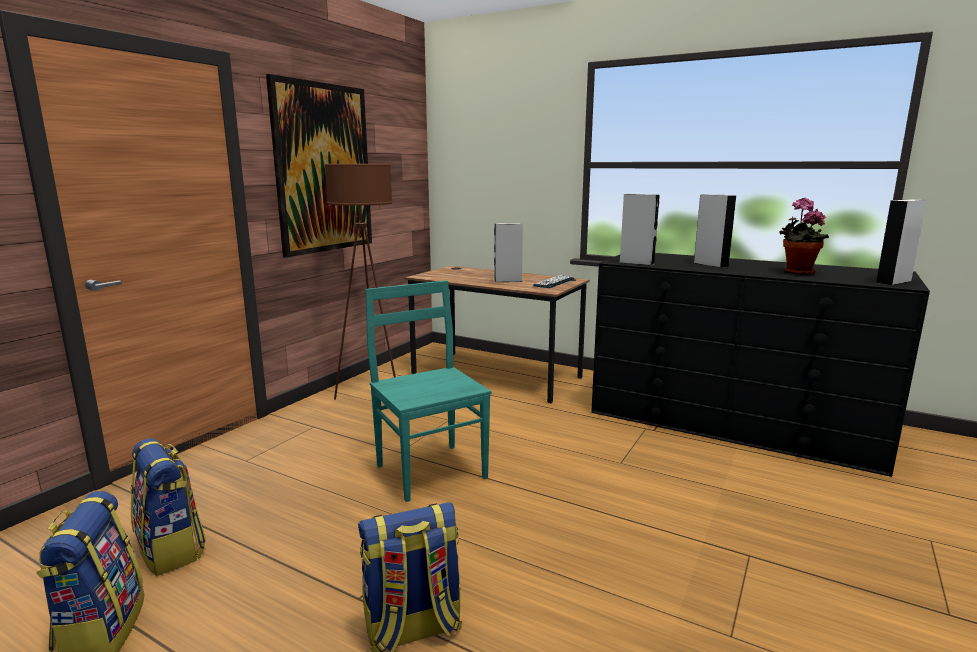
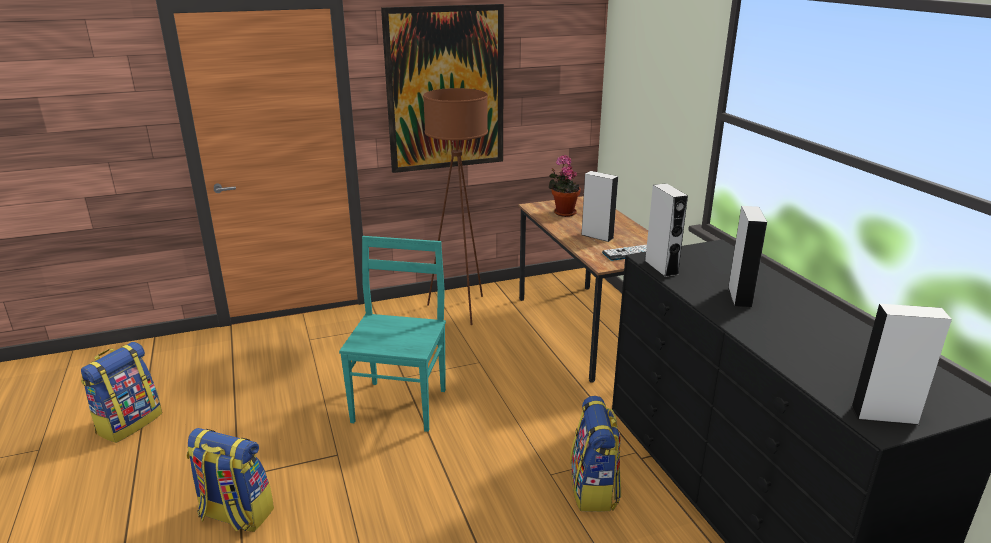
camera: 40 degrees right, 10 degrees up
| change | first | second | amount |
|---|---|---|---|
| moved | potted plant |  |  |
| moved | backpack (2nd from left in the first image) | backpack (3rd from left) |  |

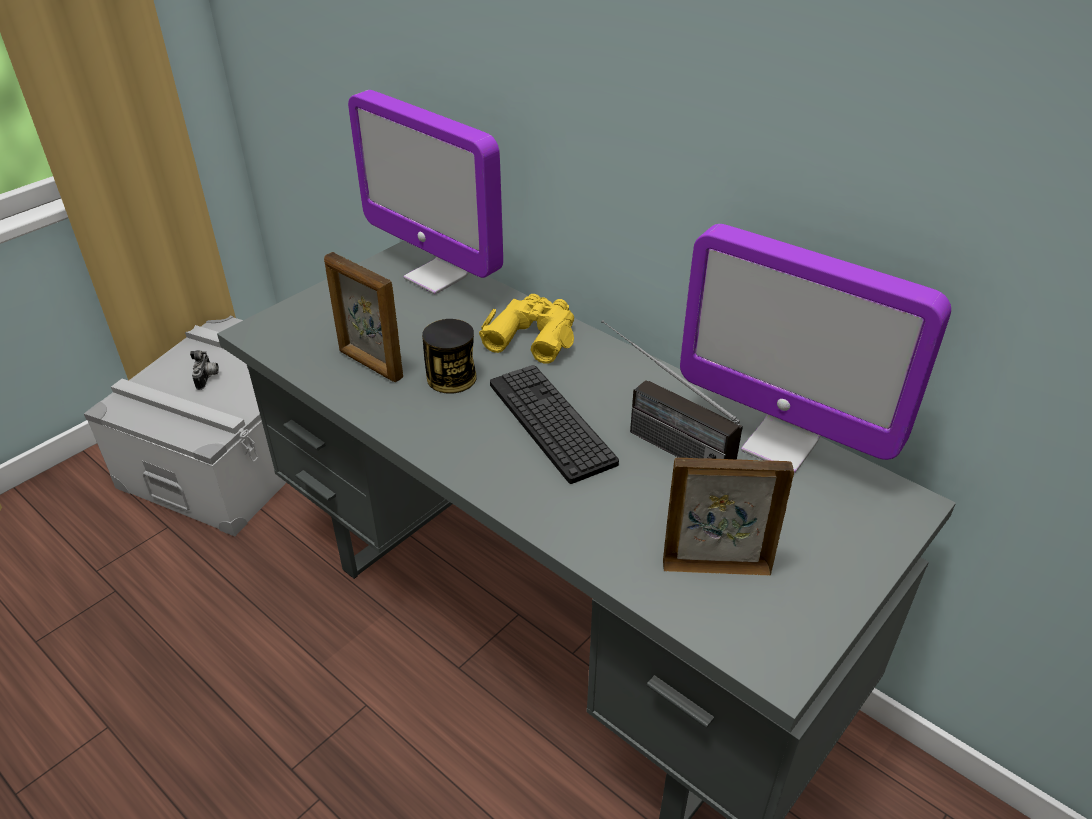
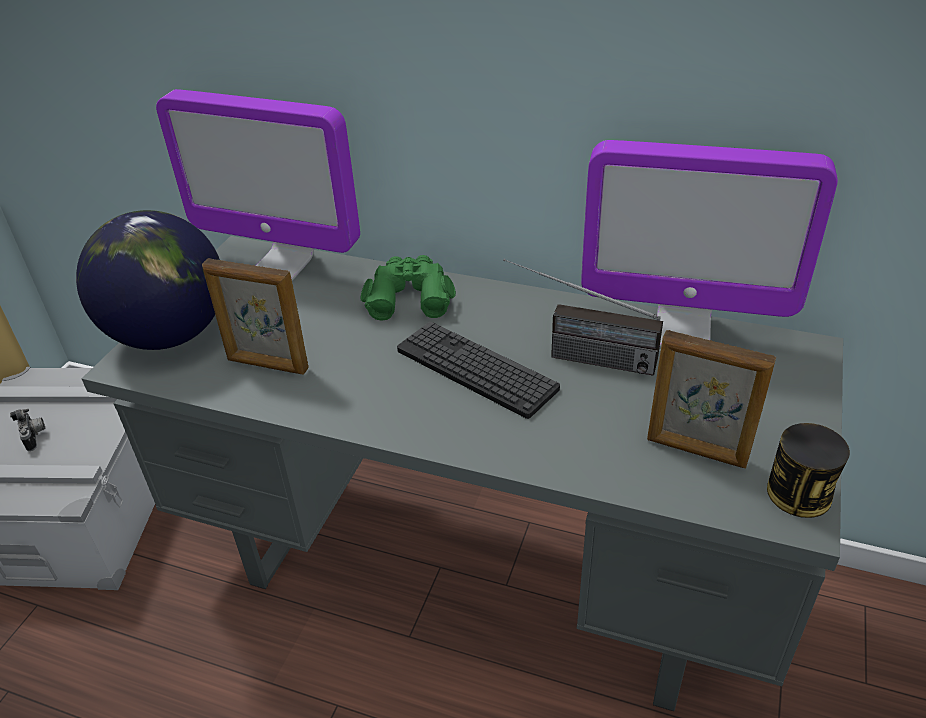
camera: 20 degrees left, 0 degrees up
| change | first | second | amount |
|---|---|---|---|
| added |  | globe |  |
| recoloured | binoculars (yellow) | binoculars (green) |  |
| turned | picture frame (2nd from left) |  | 135 degrees counterclockwise |
| moved | can |  |  |

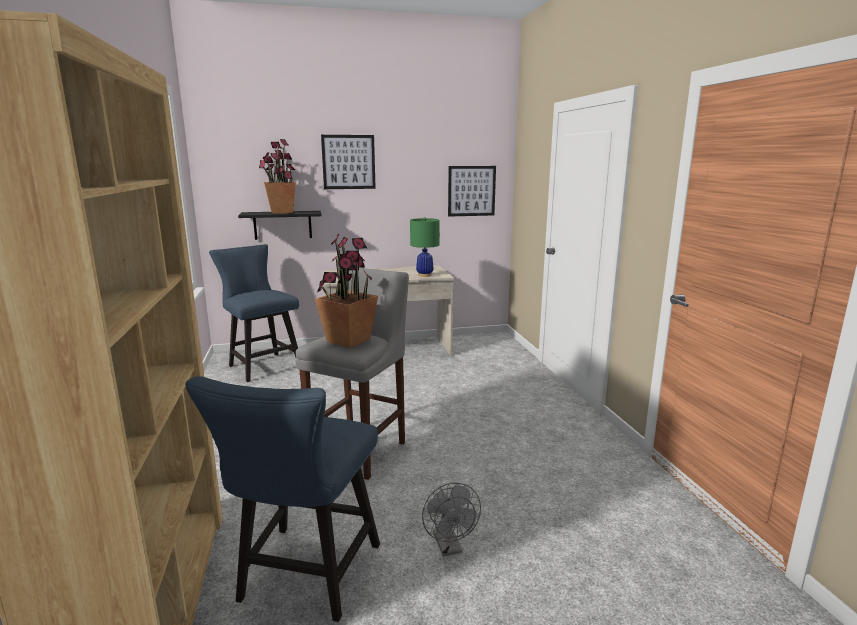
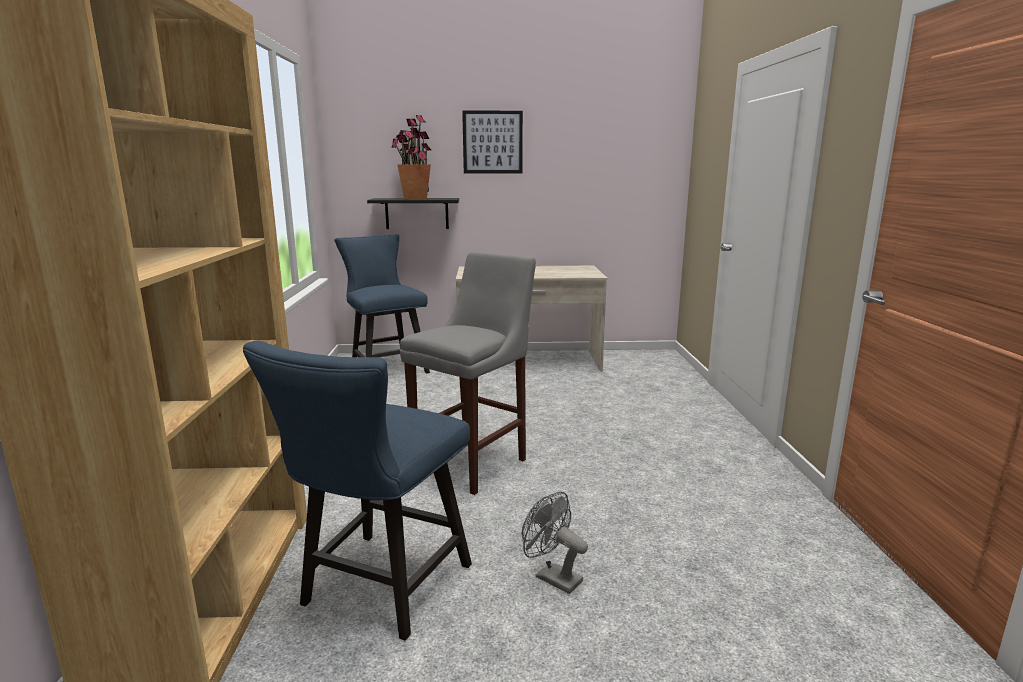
camera: 10 degrees right, 0 degrees up
| change | first | second | amount |
|---|---|---|---|
| turned | fan (grey) |  | 135 degrees clockwise |
| removed | potted plant (2nd from left) |  |  |
| removed | table lamp (green) |  |  |
| removed | picture (2nd from left) |  |  |

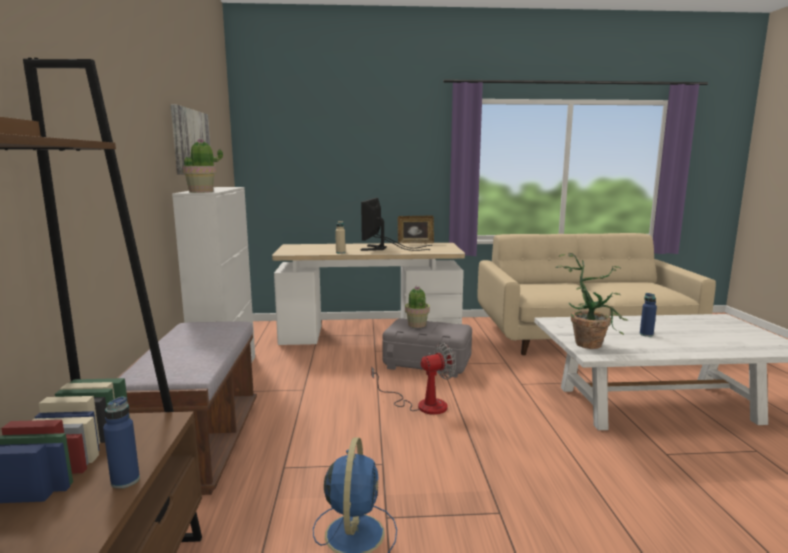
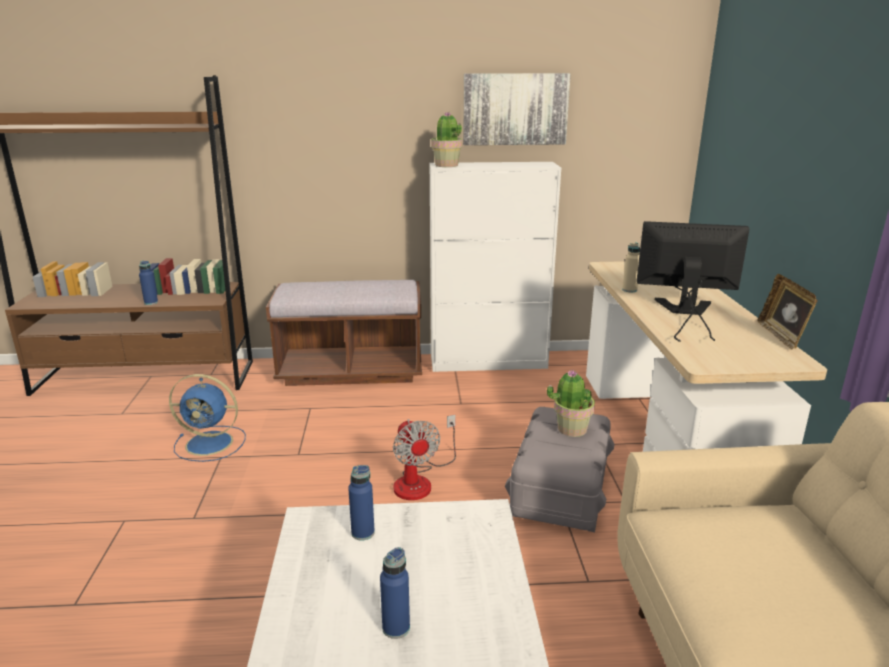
camera: 90 degrees right, 10 degrees up
| change | first | second | amount |
|---|---|---|---|
| replaced | potted plant (3rd from left) | bottle (blue) (2nd from left) |  |

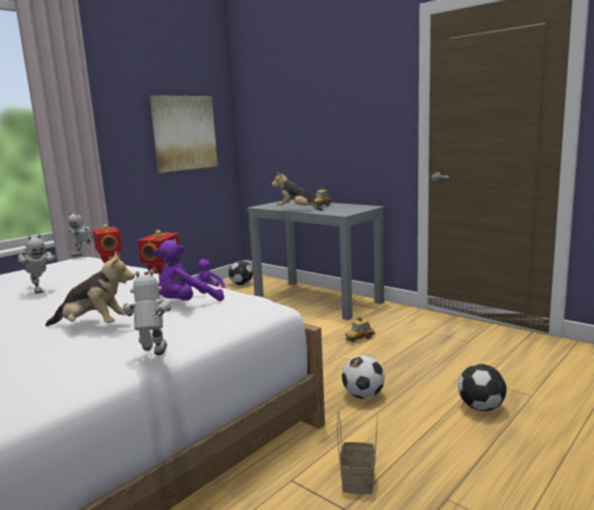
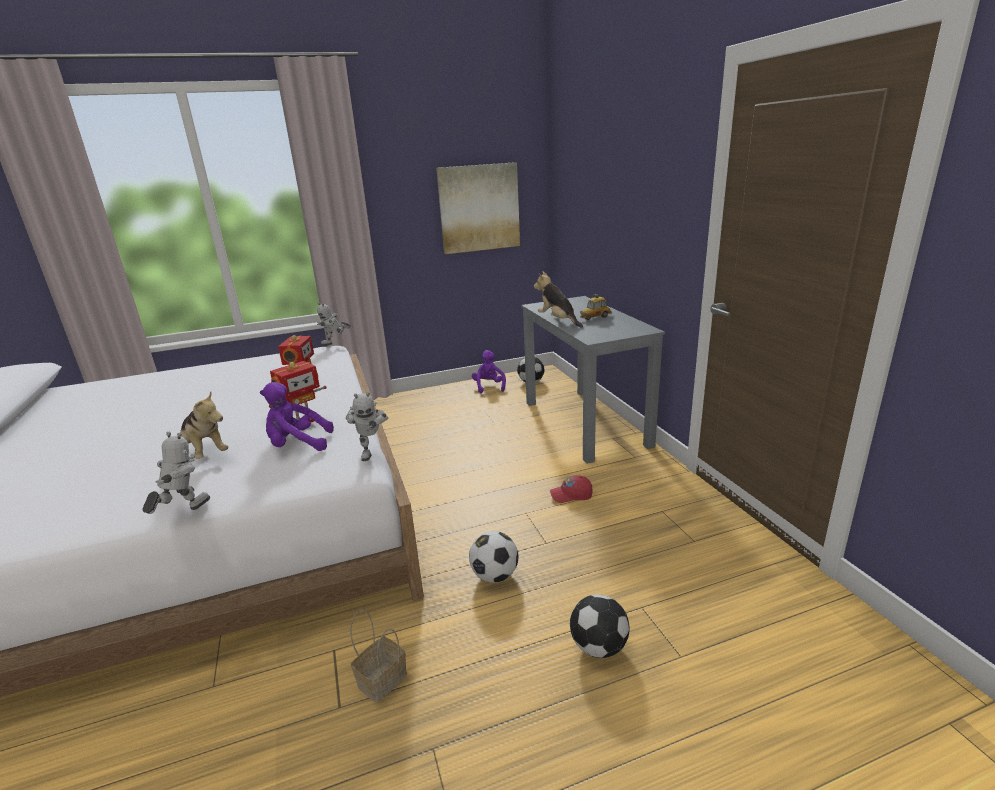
camera: 30 degrees right, 10 degrees up
| change | first | second | amount |
|---|---|---|---|
| moved | toy robot (1st from left in the first image) | toy robot (5th from left) |  |
| replaced | toy car (2nd from left) | cap (red) |  |

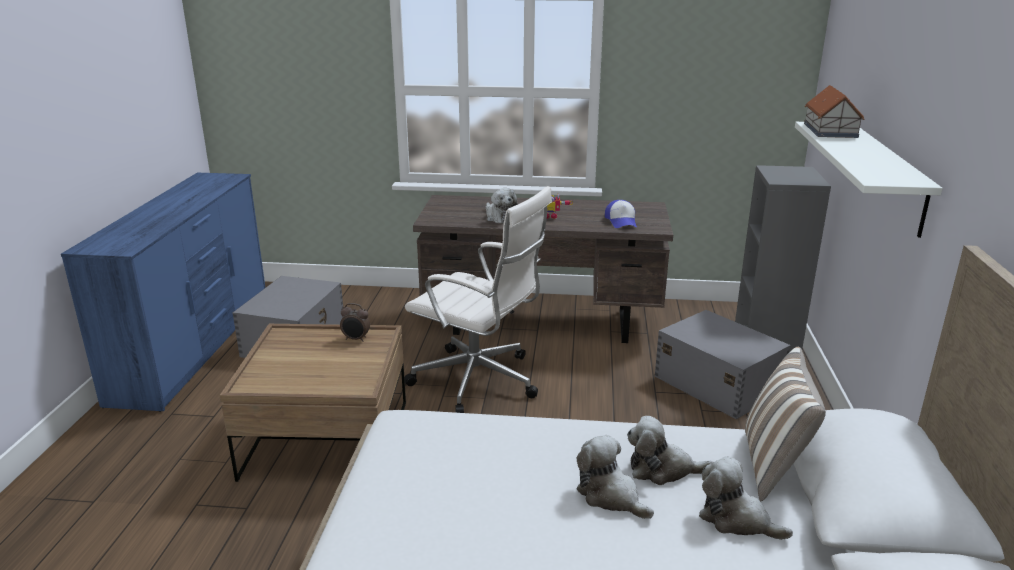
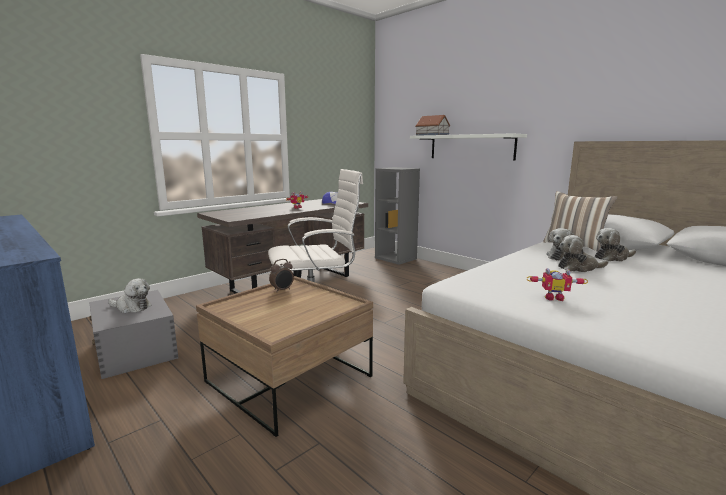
camera: 50 degrees left, 10 degrees down
| change | first | second | amount |
|---|---|---|---|
| moved | plush toy (1st from left) |  |  |
| added |  | toy robot (2nd from left) |  |
| removed | storage box (grey) (2nd from left) |  |  |

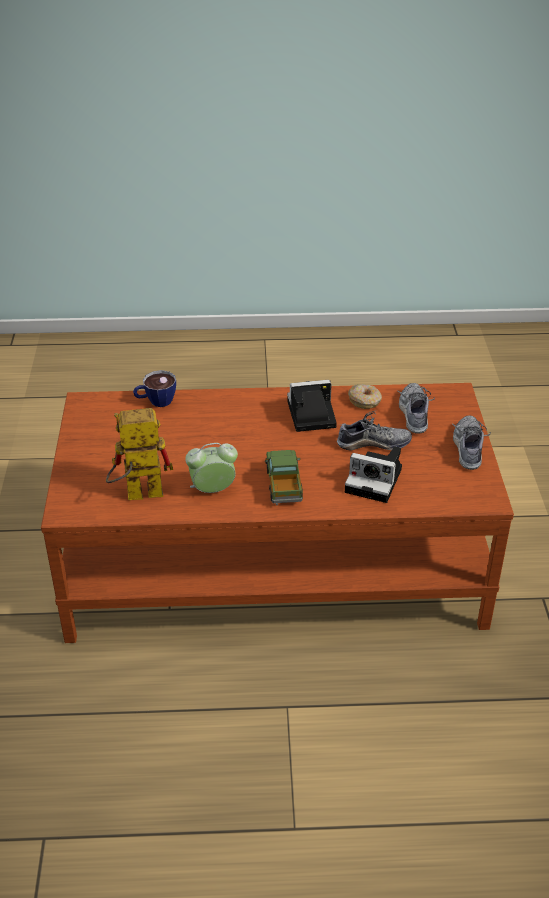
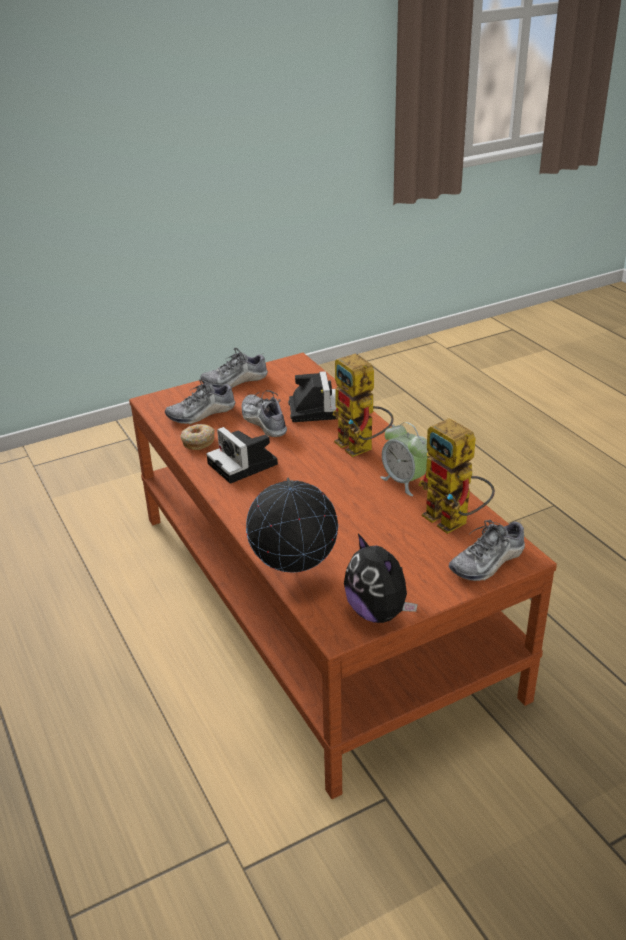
camera: 115 degrees left, 5 degrees down
| change | first | second | amount |
|---|---|---|---|
| replaced | cup | globe |  |
| replaced | toy truck | toy robot (1st from left) |  |
| added |  | plush toy |  |
| added |  | shoe (4th from left) |  |

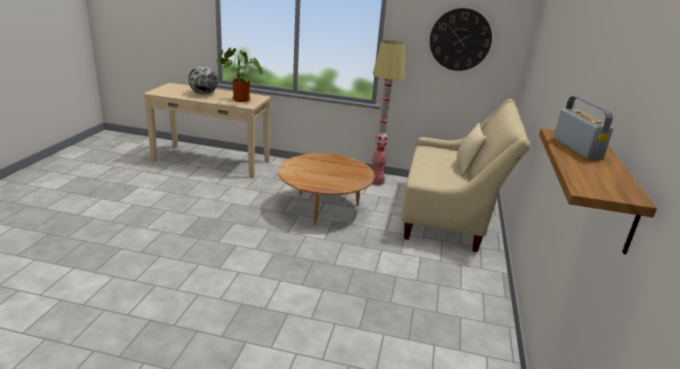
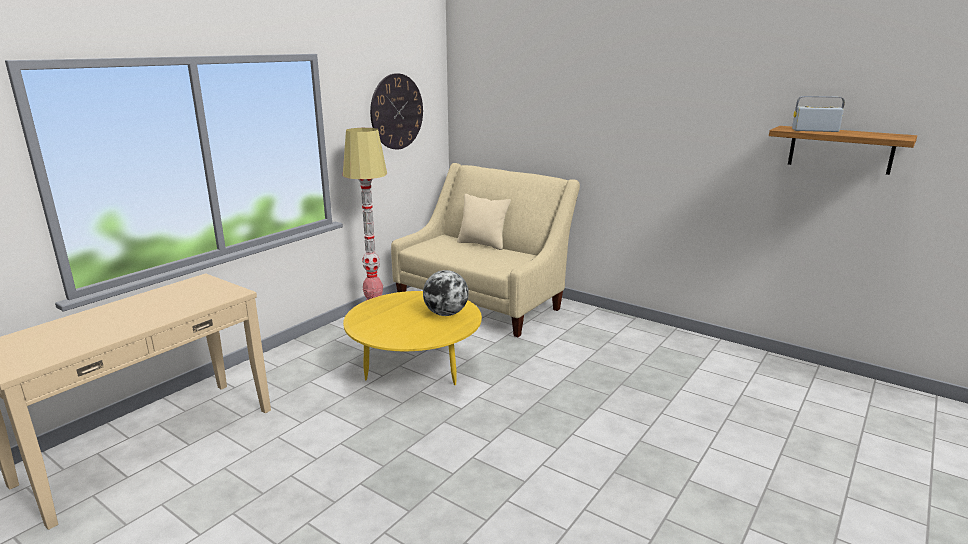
camera: 65 degrees left, 5 degrees down
| change | first | second | amount |
|---|---|---|---|
| recoloured | coffee table (brown) | coffee table (yellow) |  |
| moved | globe |  |  |
| removed | potted plant |  |  |

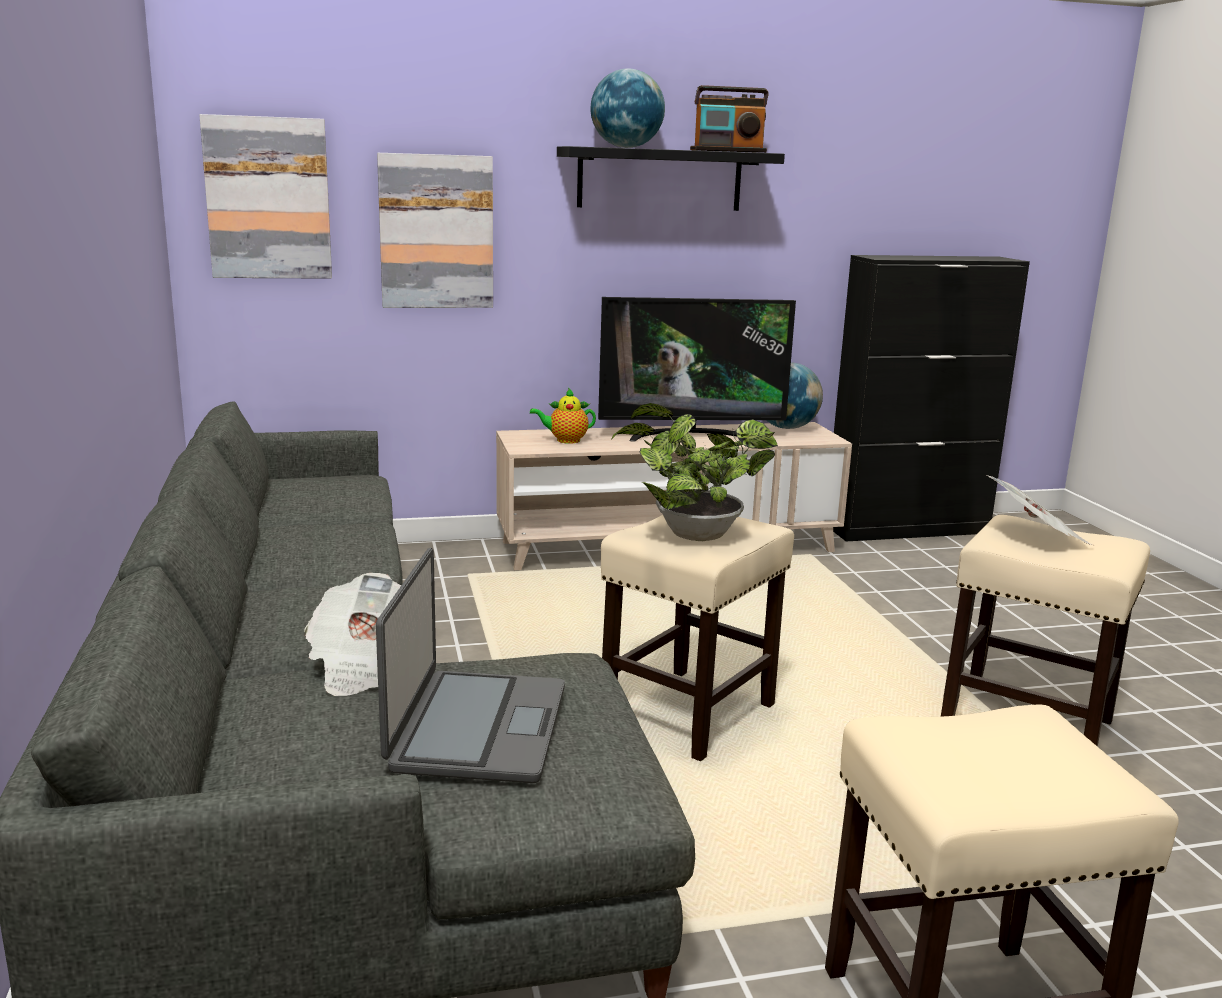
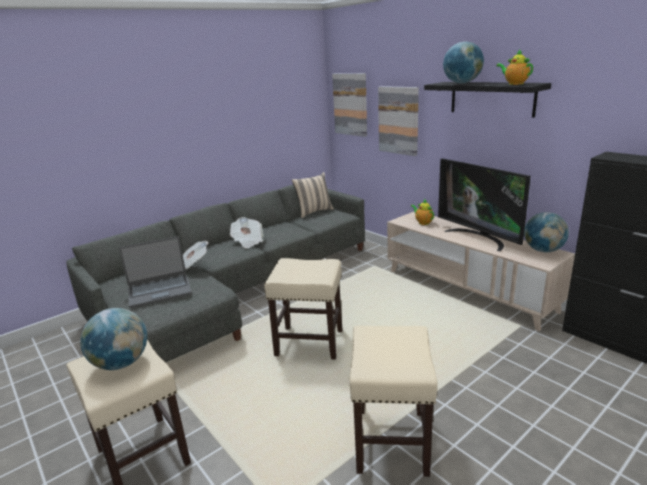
camera: 65 degrees right, 5 degrees up
| change | first | second | amount |
|---|---|---|---|
| added |  | globe (1st from left) |  |
| moved | newspaper (2nd from left) |  |  |
| added |  | pillow (beige) |  |
| replaced | radio | teapot (2nd from left) |  |
| removed | potted plant |  |  |

